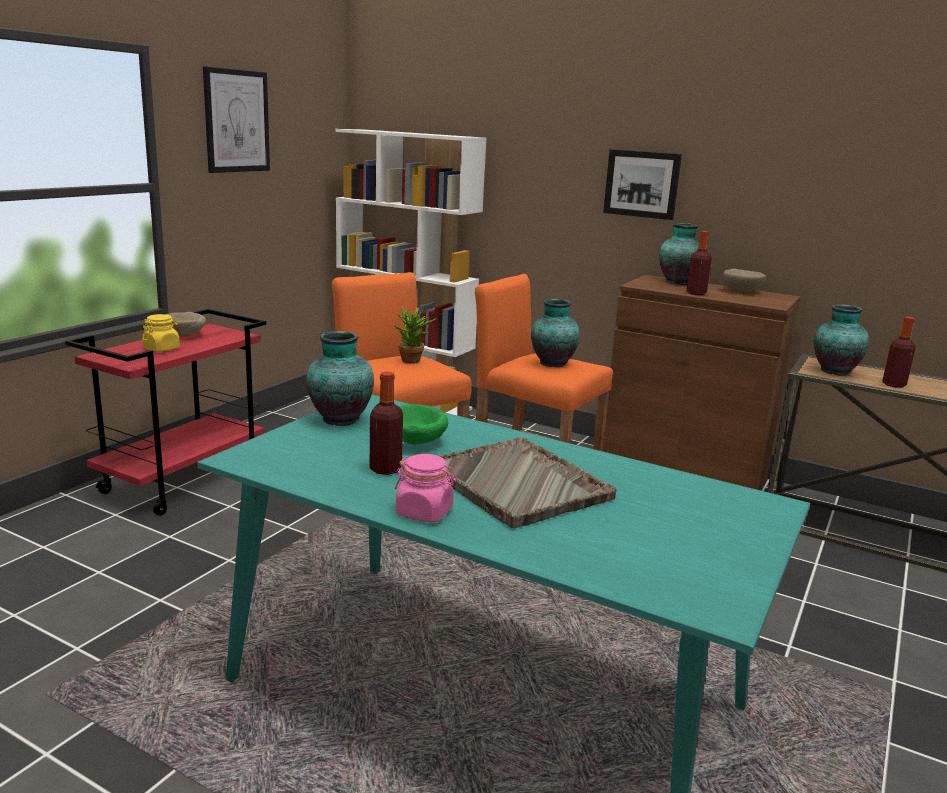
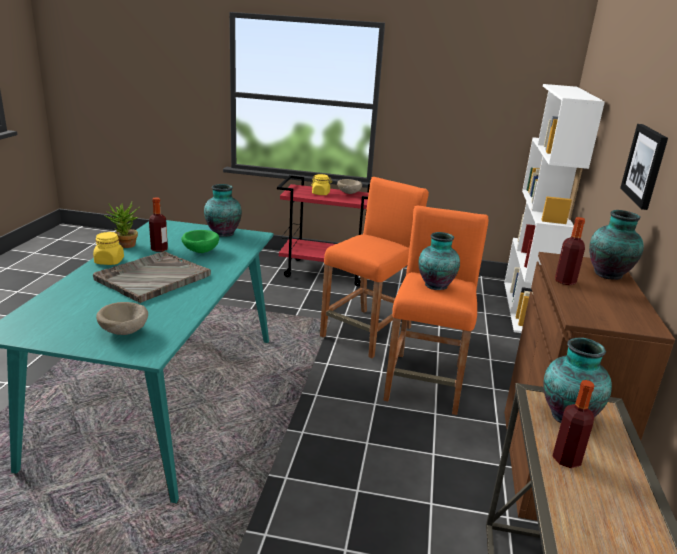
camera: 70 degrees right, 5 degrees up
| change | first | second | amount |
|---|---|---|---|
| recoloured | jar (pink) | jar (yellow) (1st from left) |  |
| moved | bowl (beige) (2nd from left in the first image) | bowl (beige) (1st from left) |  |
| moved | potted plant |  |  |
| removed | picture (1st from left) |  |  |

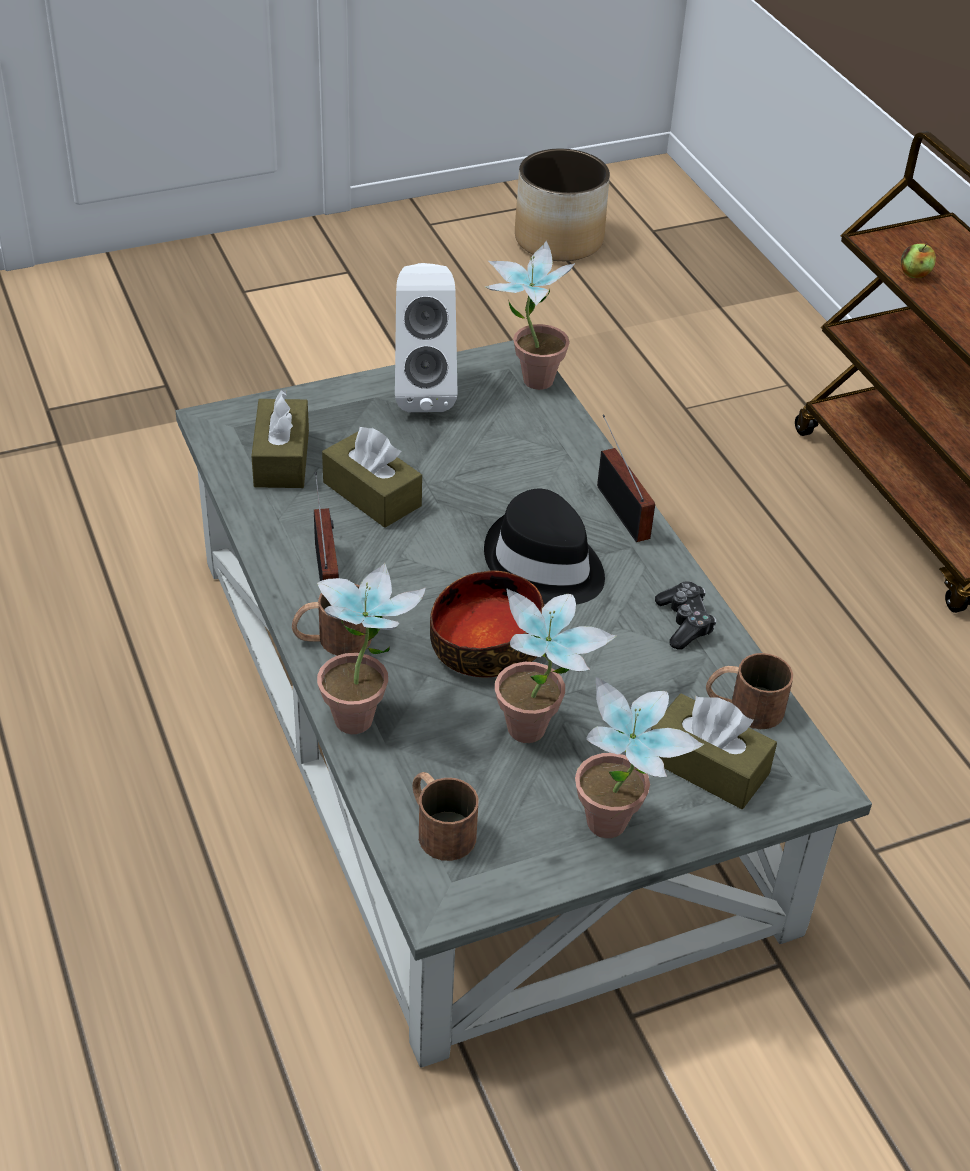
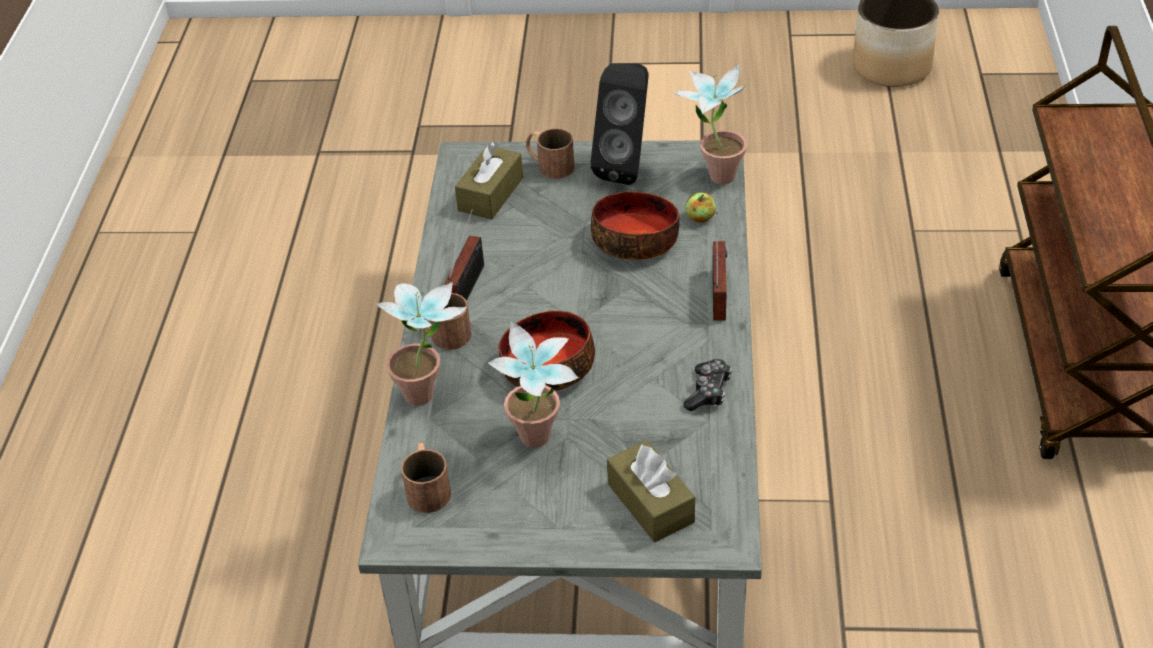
camera: 30 degrees right, 0 degrees up
| change | first | second | amount |
|---|---|---|---|
| moved | mug (brown) (3rd from left) |  |  |
| recoloured | speaker (white) | speaker (black) |  |
| added |  | bowl (2nd from left) |  |
| moved | apple |  |  |
| removed | tissue box (brown) (2nd from left) |  |  |
| removed | hat (black) |  |  |
| removed | potted plant (4th from left) |  |  |

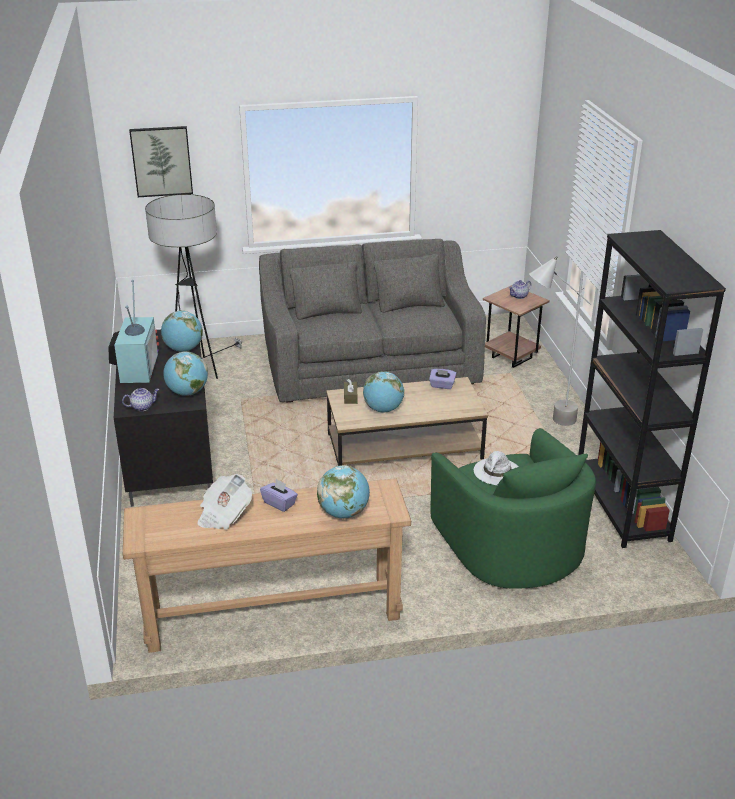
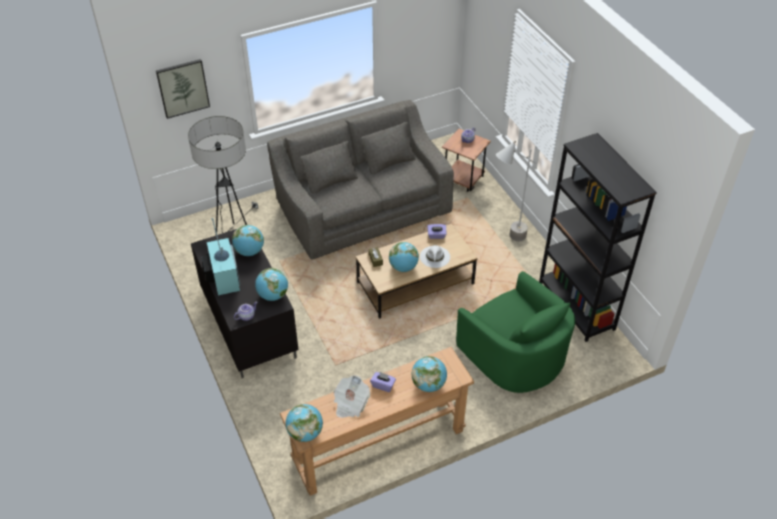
camera: 15 degrees left, 15 degrees up
| change | first | second | amount |
|---|---|---|---|
| added |  | globe (3rd from left) |  |
| moved | hat (white) |  |  |

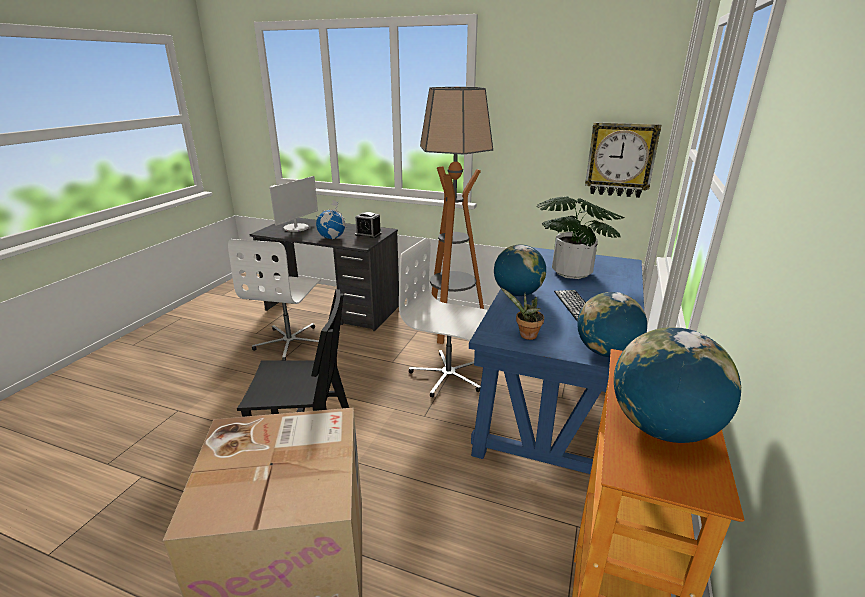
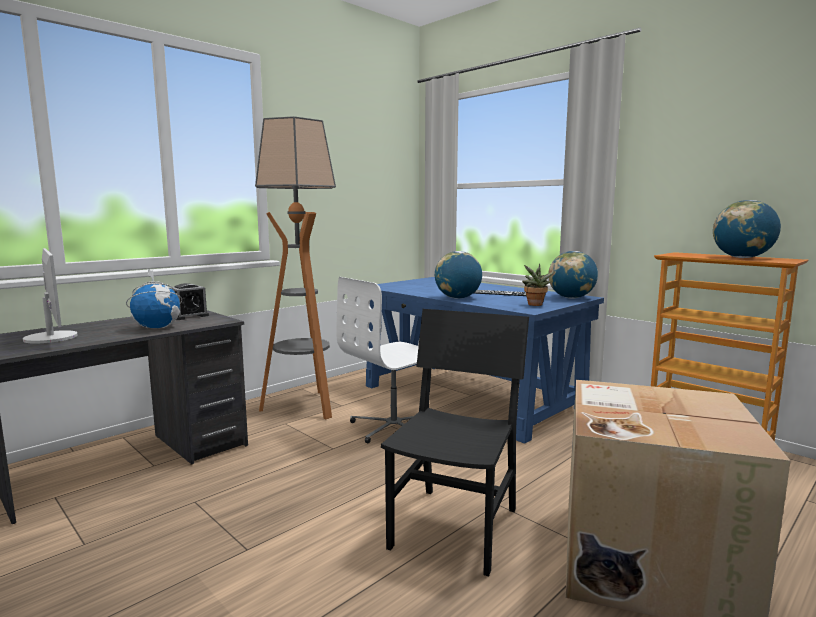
camera: 65 degrees left, 15 degrees down
| change | first | second | amount |
|---|---|---|---|
| removed | office chair (white) (1st from left) |  |  |
| removed | potted plant (2nd from left) |  |  |
| removed | wall clock |  |  |

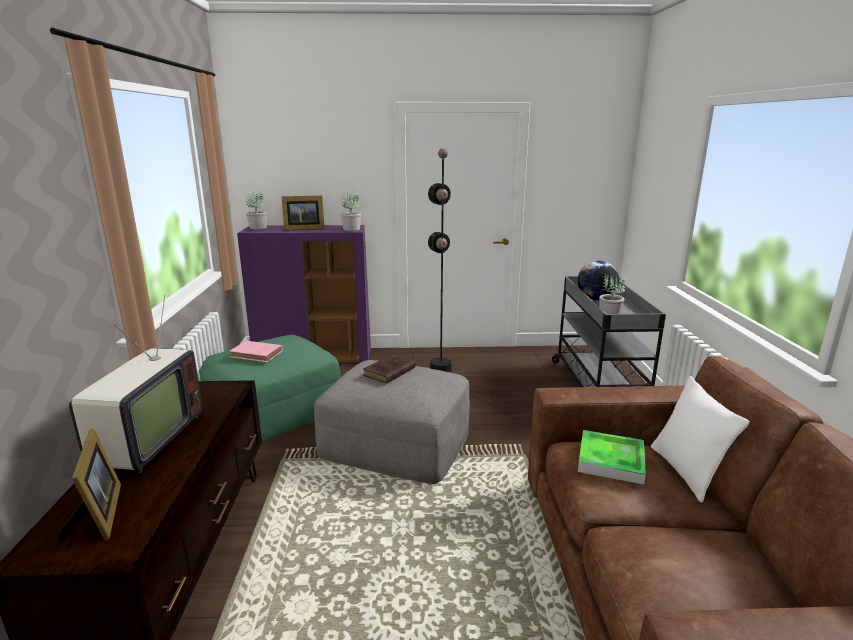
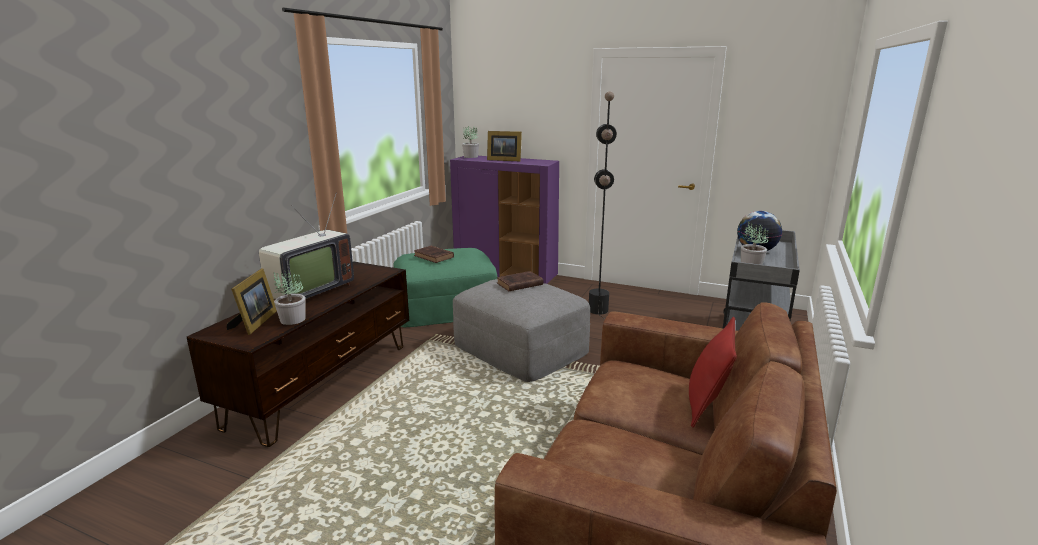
camera: 25 degrees right, 0 degrees up
| change | first | second | amount |
|---|---|---|---|
| moved | potted plant (2nd from left in the first image) | potted plant (1st from left) |  |
| recoloured | book (pink) | book (brown) (1st from left) |  |
| recoloured | pillow (white) | pillow (red) |  |
| removed | tray |  |  |

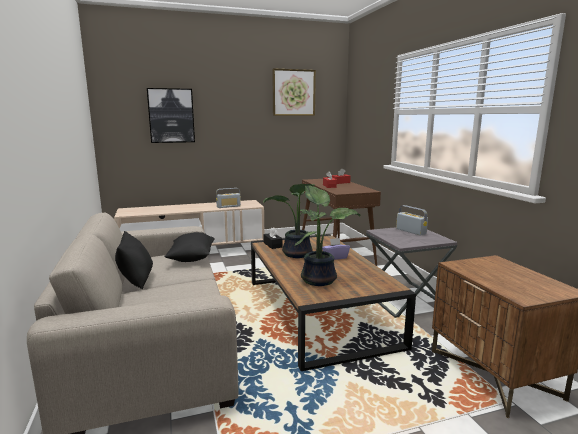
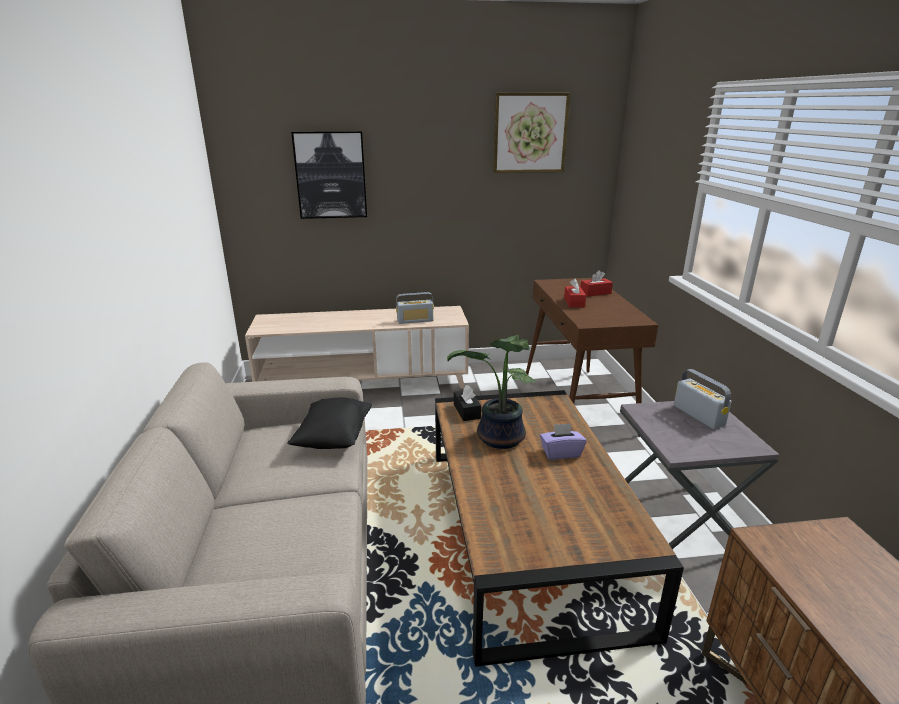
camera: 10 degrees right, 10 degrees up
| change | first | second | amount |
|---|---|---|---|
| removed | pillow (black) (1st from left) |  |  |
| removed | potted plant (2nd from left) |  |  |

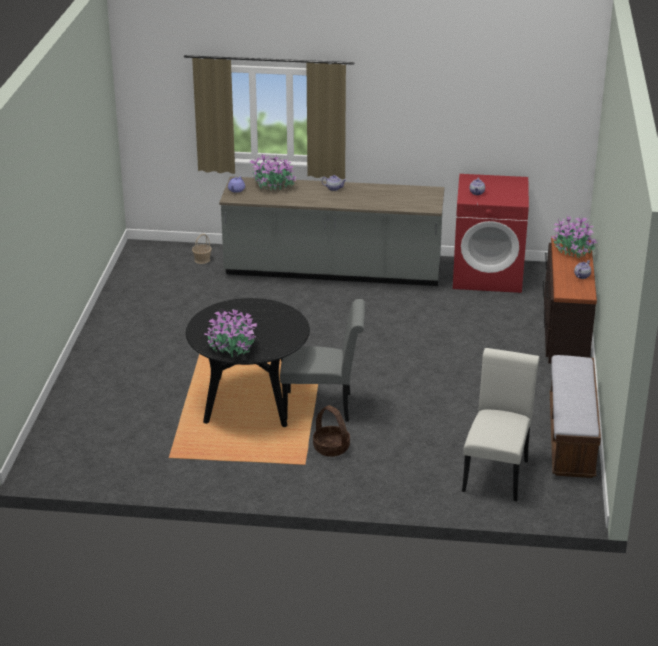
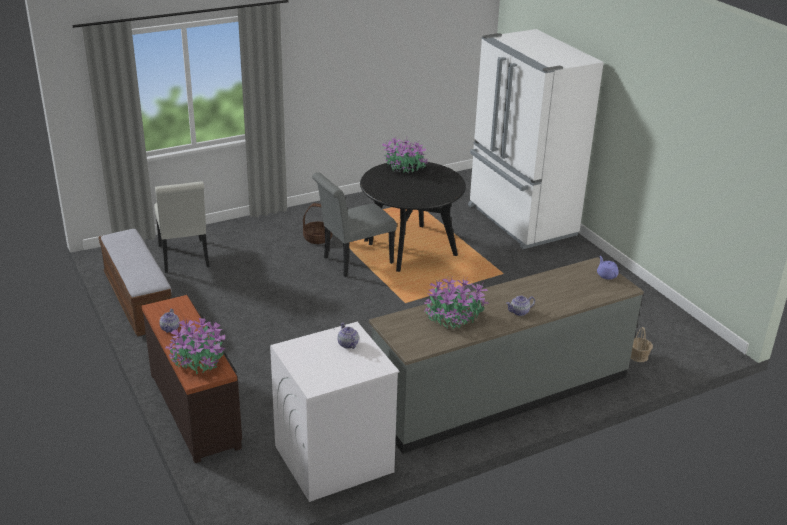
camera: 145 degrees right, 0 degrees up
| change | first | second | amount |
|---|---|---|---|
| recoloured | washing machine (red) | washing machine (white) |  |
| moved | potted plant (2nd from left in the first image) | potted plant (3rd from left) |  |
| added |  | fridge (white) |  |

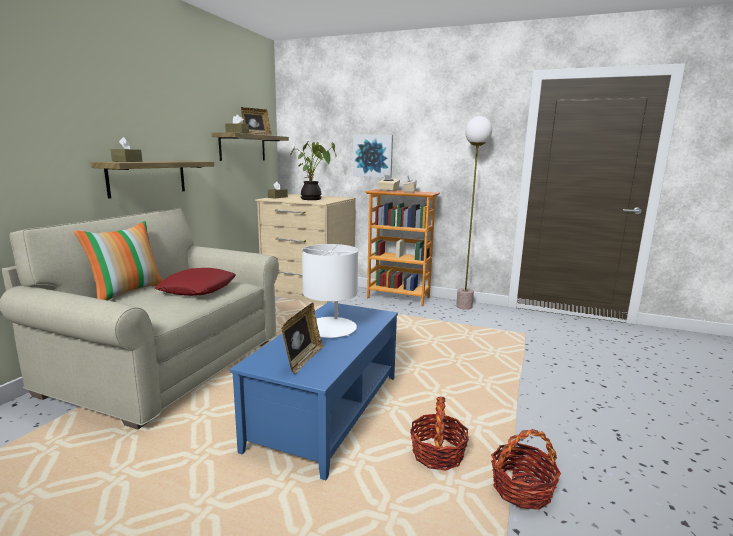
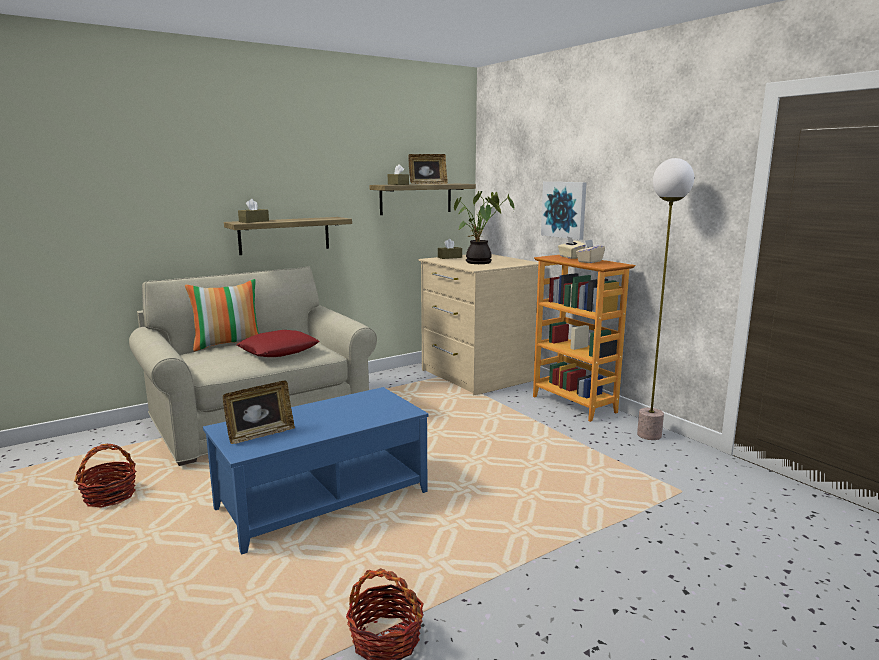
camera: 35 degrees right, 0 degrees up
| change | first | second | amount |
|---|---|---|---|
| moved | basket (1st from left) |  |  |
| removed | table lamp (white) |  |  |

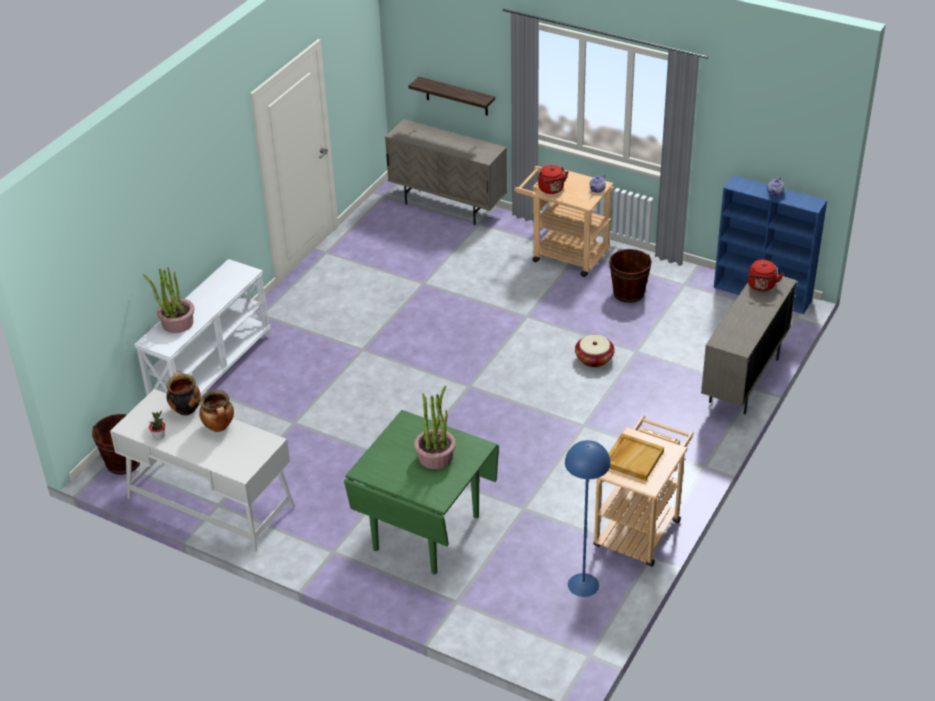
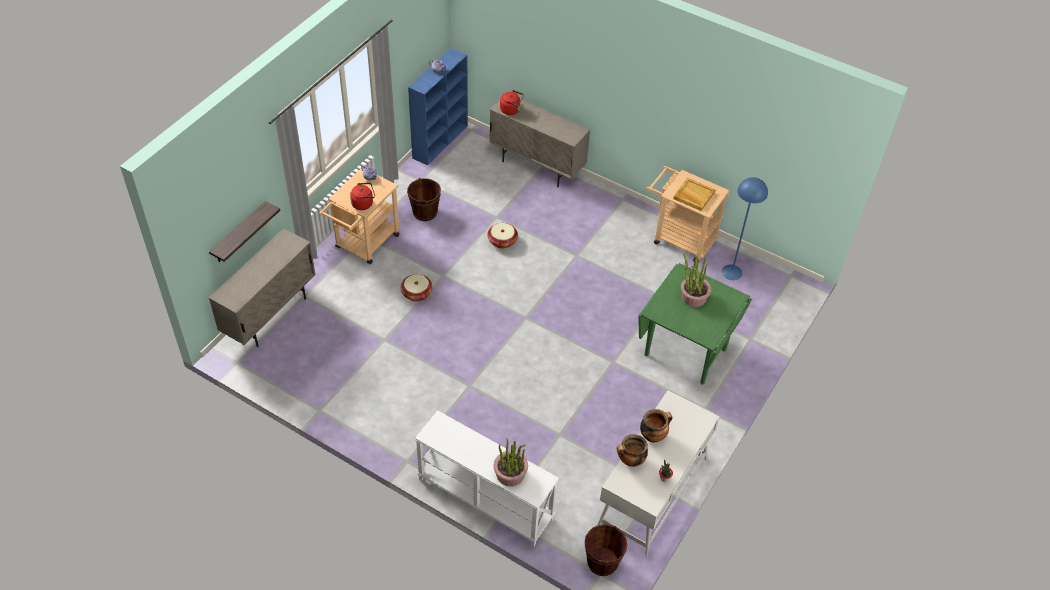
camera: 90 degrees left, 10 degrees up
| change | first | second | amount |
|---|---|---|---|
| added |  | basket (1st from left) |  |

